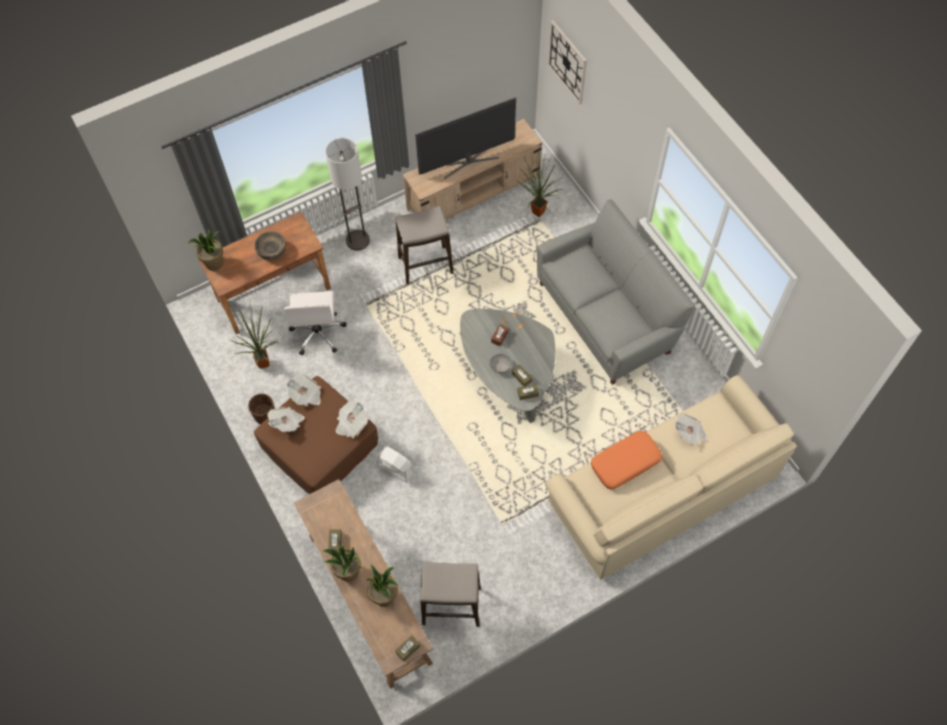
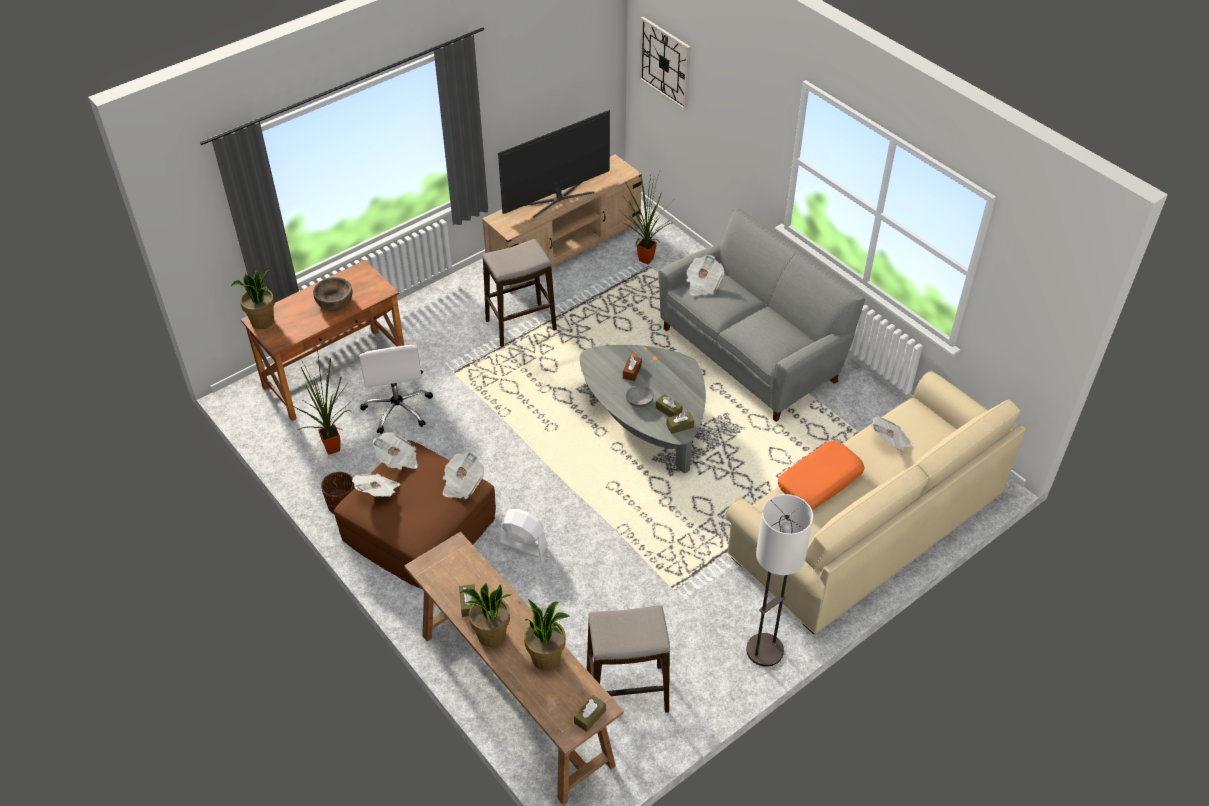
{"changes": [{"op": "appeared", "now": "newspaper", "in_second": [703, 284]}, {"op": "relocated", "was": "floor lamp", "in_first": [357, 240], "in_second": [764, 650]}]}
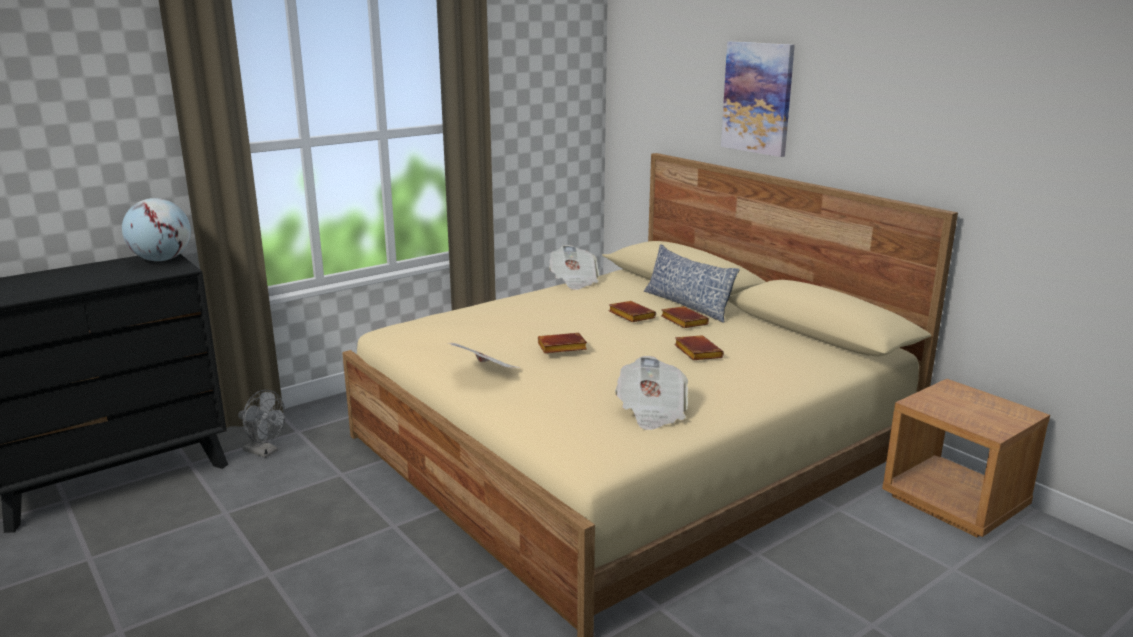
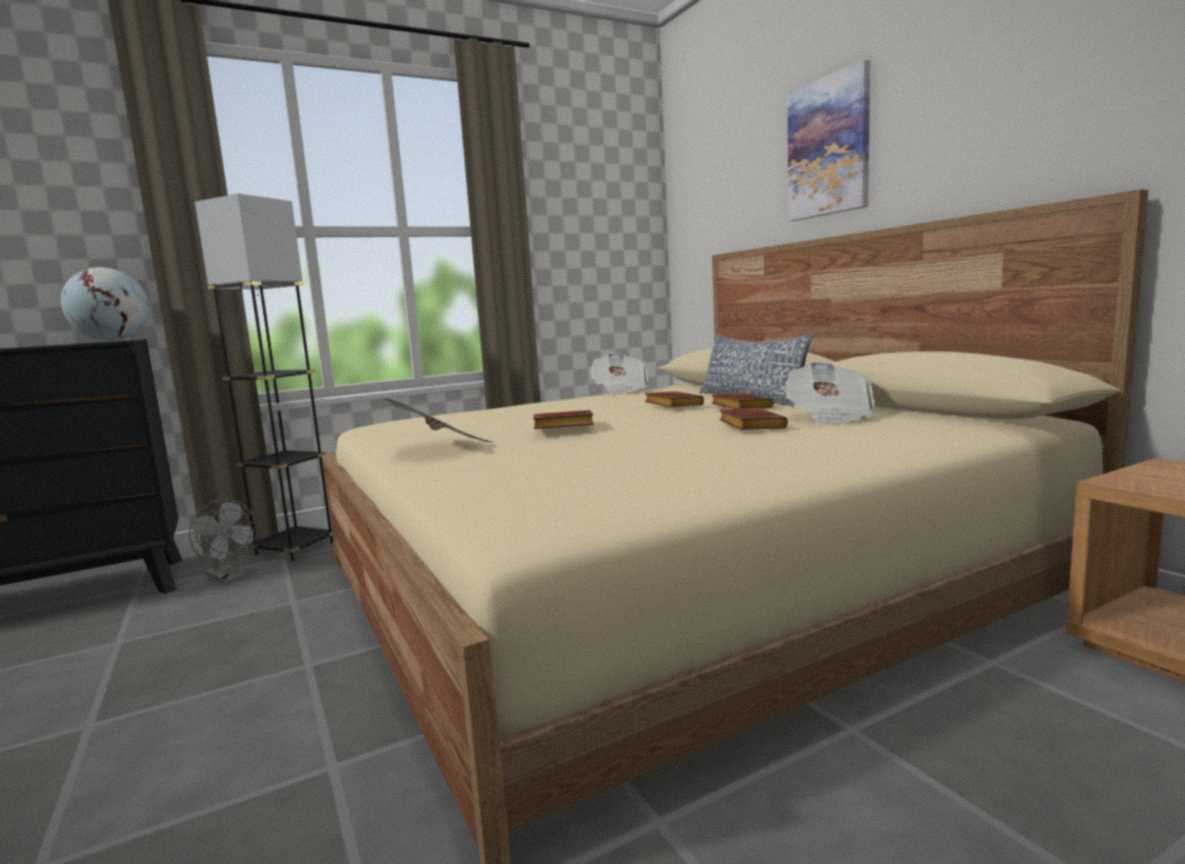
{"changes": [{"op": "appeared", "now": "grey floor lamp", "in_second": [295, 548]}, {"op": "relocated", "was": "newspaper", "in_first": [651, 412], "in_second": [828, 417]}]}
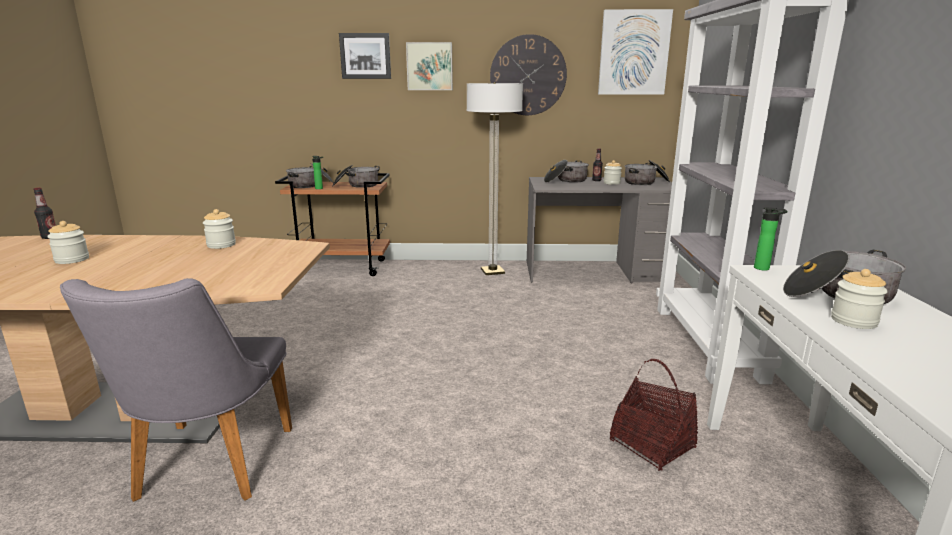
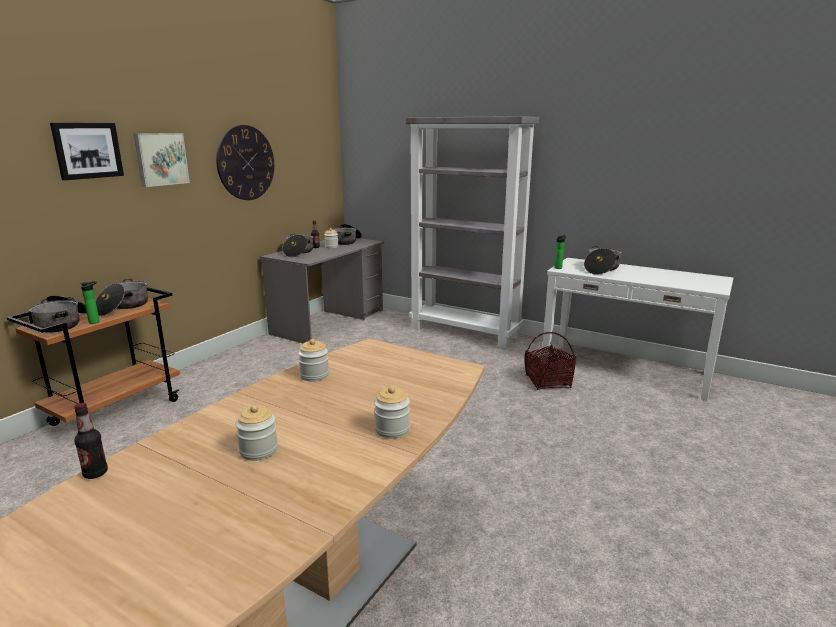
{"changes": [{"op": "relocated", "was": "jar", "in_first": [853, 321], "in_second": [392, 429]}, {"op": "missing", "was": "grey chair", "in_first": [208, 471]}, {"op": "missing", "was": "floor lamp", "in_first": [492, 271]}, {"op": "missing", "was": "picture", "in_first": [633, 53]}]}
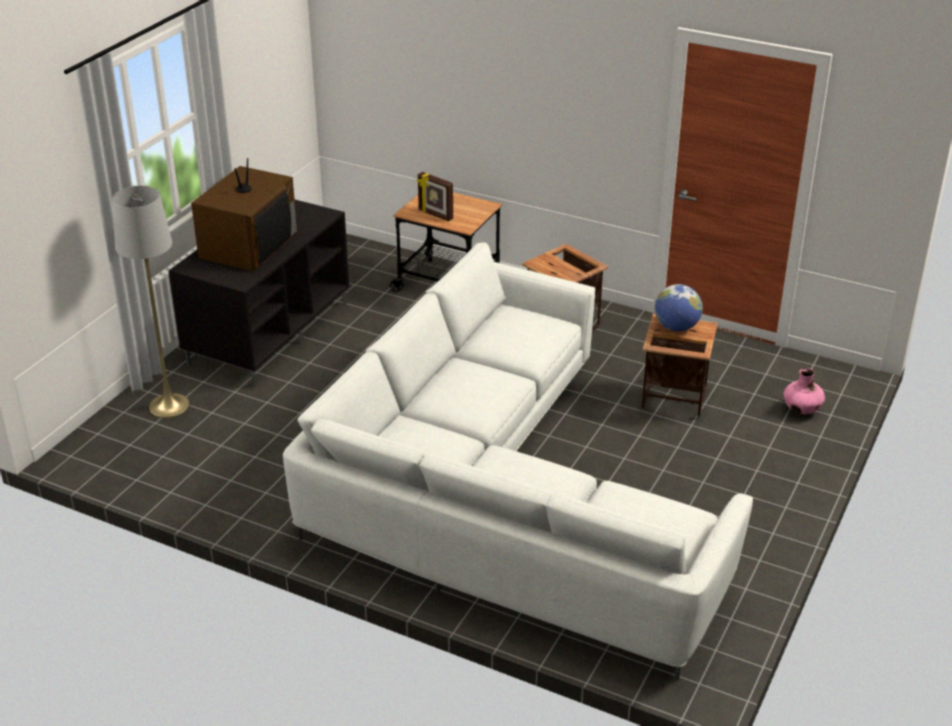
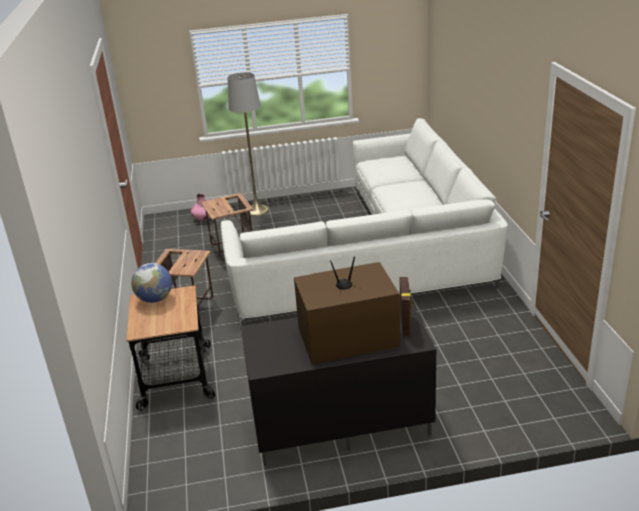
{"changes": [{"op": "relocated", "was": "globe", "in_first": [676, 327], "in_second": [155, 299]}, {"op": "relocated", "was": "grey floor lamp", "in_first": [169, 406], "in_second": [256, 210]}, {"op": "relocated", "was": "picture frame", "in_first": [435, 215], "in_second": [406, 324]}]}
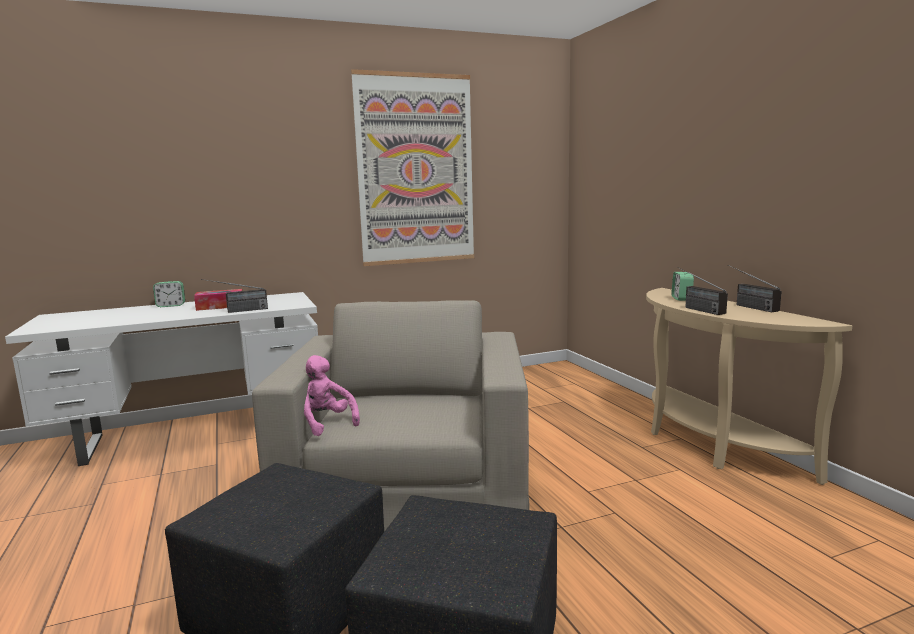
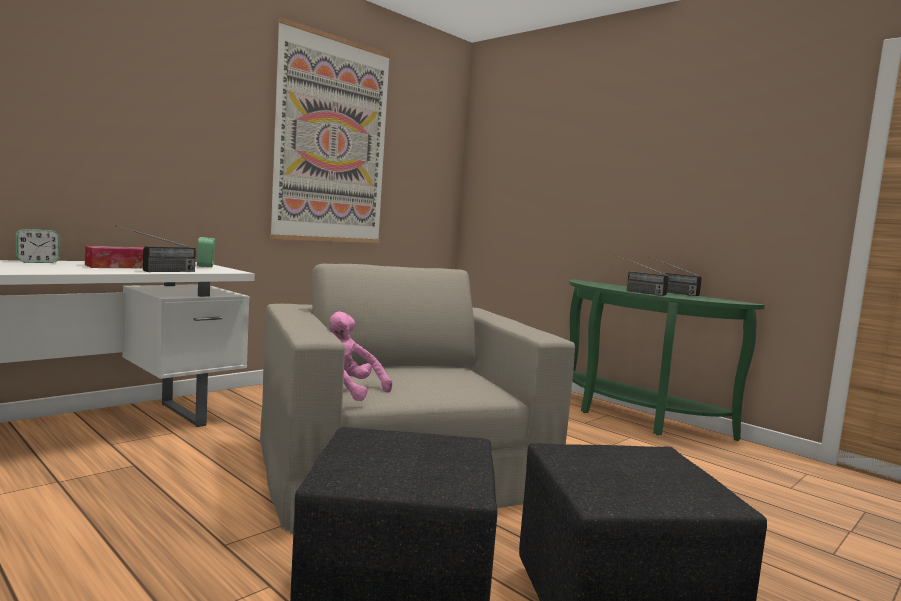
{"changes": [{"op": "relocated", "was": "alarm clock", "in_first": [681, 299], "in_second": [205, 266]}, {"op": "colour", "was": "beige console table", "now": "green console table", "in_first": [708, 443], "in_second": [632, 417]}]}
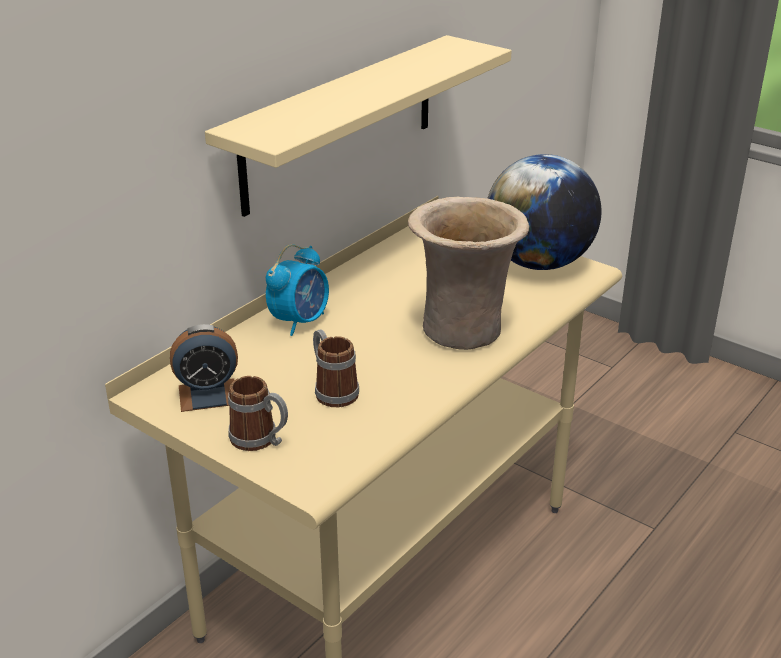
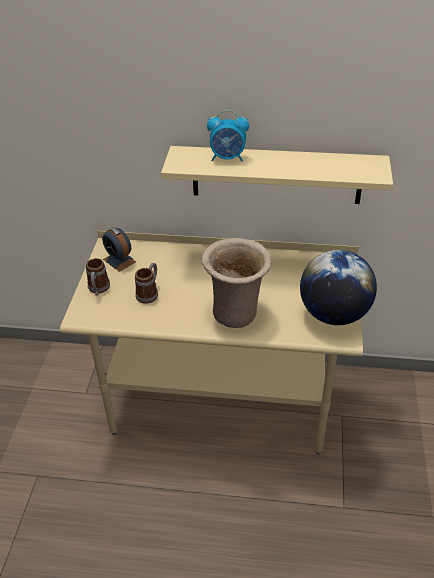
{"changes": [{"op": "relocated", "was": "alarm clock", "in_first": [300, 321], "in_second": [228, 158]}]}
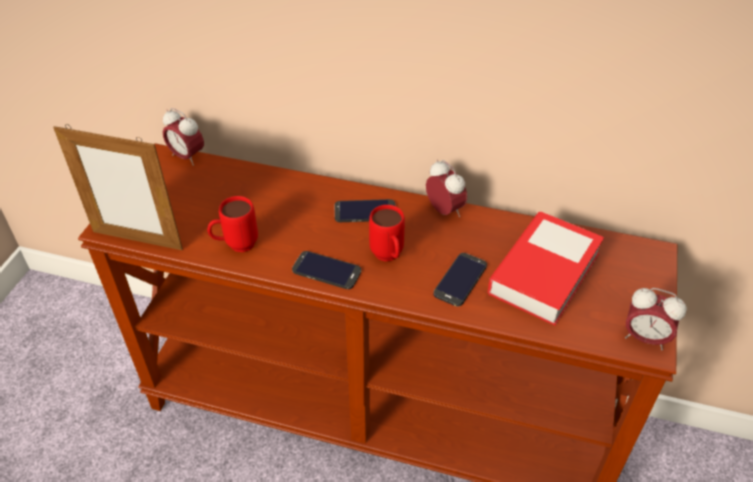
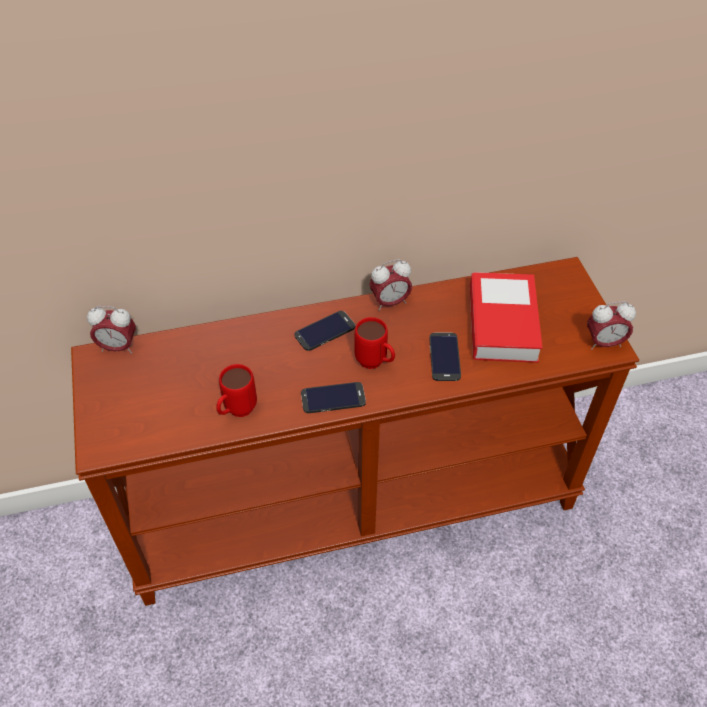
{"changes": [{"op": "spun", "was": "alarm clock", "in_first": [444, 211], "in_second": [390, 302], "clockwise": 135}, {"op": "missing", "was": "picture frame", "in_first": [137, 240]}]}
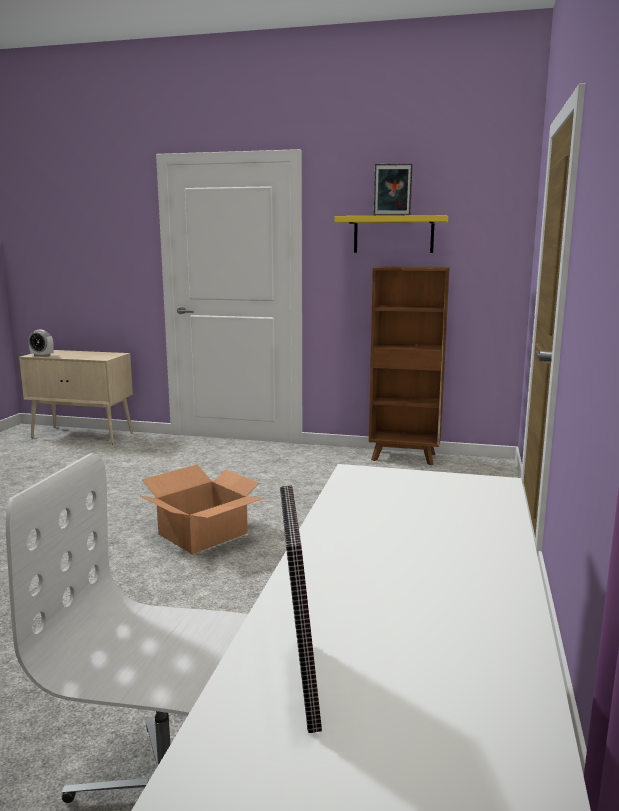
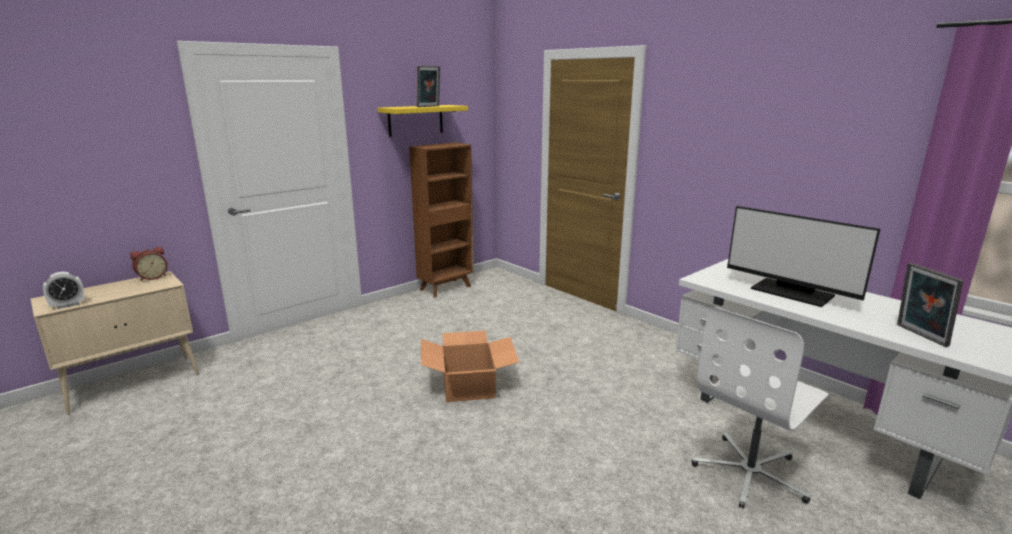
{"changes": [{"op": "appeared", "now": "alarm clock", "in_second": [152, 277]}, {"op": "appeared", "now": "monitor", "in_second": [791, 292]}, {"op": "spun", "was": "picture frame", "in_first": [299, 683], "in_second": [919, 335], "clockwise": 45}]}
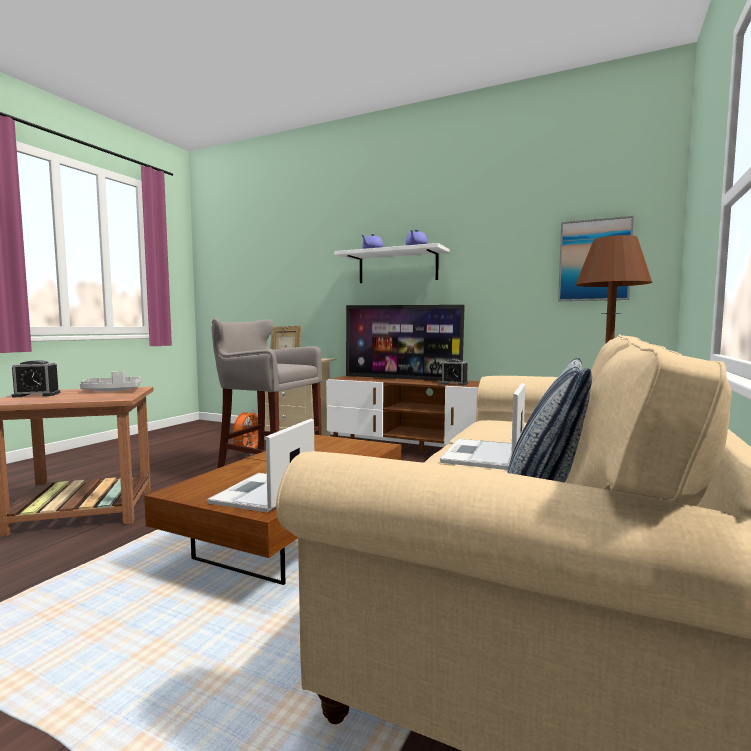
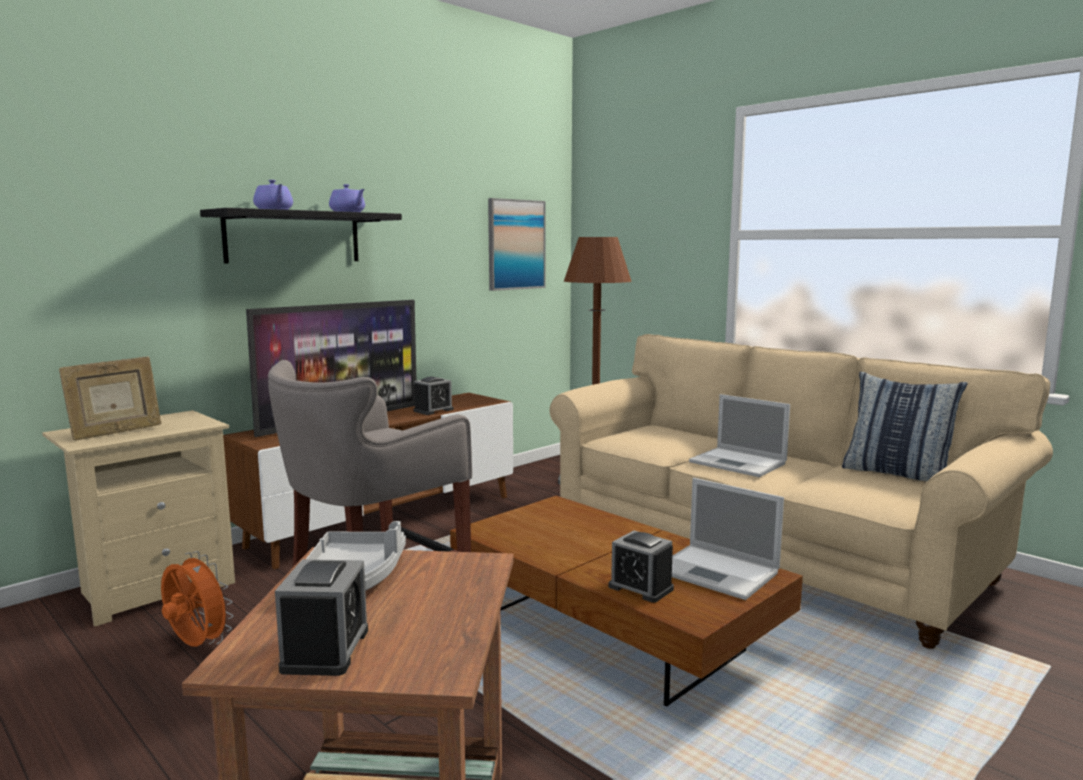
{"changes": [{"op": "colour", "was": "white shelf", "now": "black shelf", "in_first": [397, 267], "in_second": [293, 237]}, {"op": "appeared", "now": "alarm clock", "in_second": [640, 588]}]}
